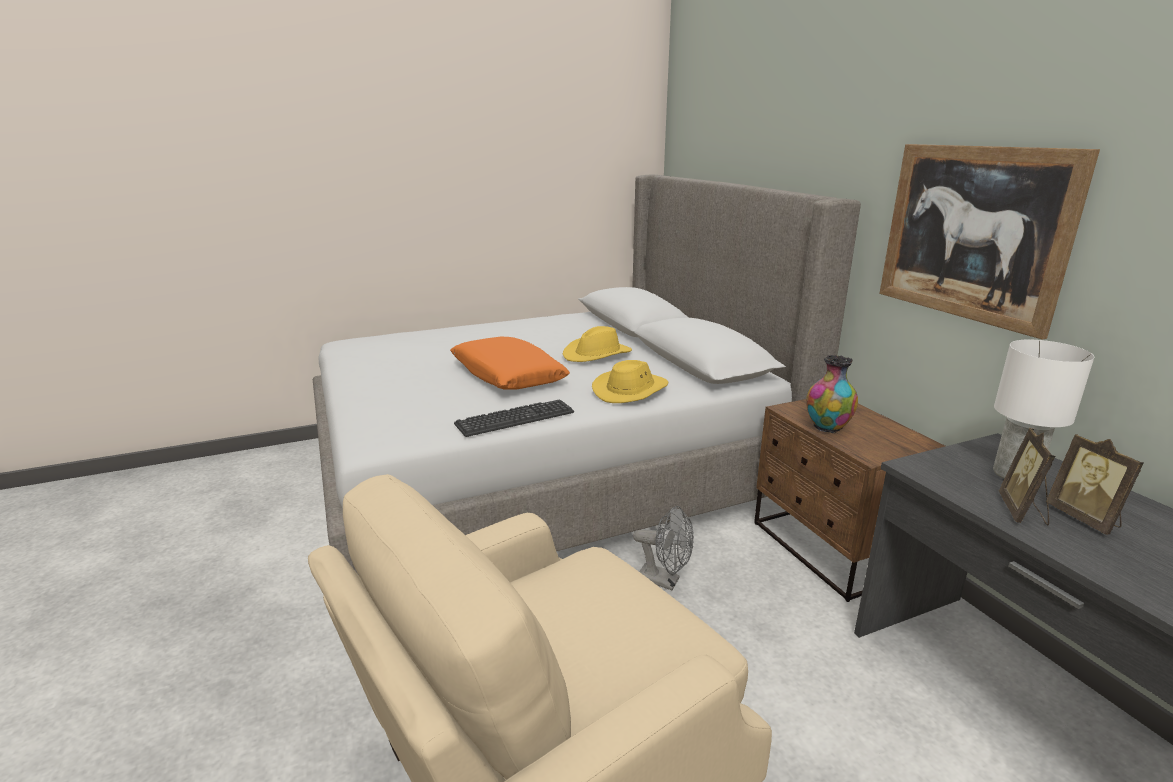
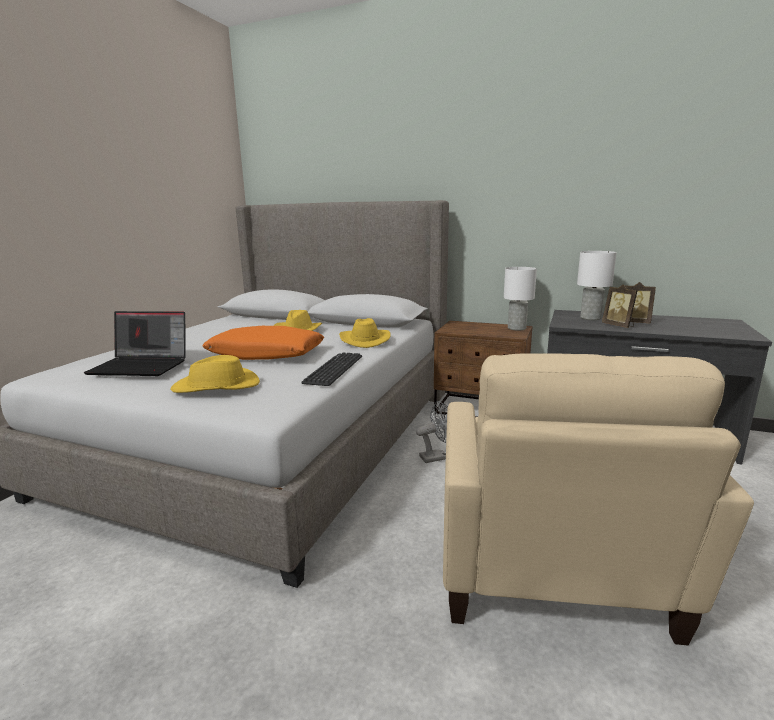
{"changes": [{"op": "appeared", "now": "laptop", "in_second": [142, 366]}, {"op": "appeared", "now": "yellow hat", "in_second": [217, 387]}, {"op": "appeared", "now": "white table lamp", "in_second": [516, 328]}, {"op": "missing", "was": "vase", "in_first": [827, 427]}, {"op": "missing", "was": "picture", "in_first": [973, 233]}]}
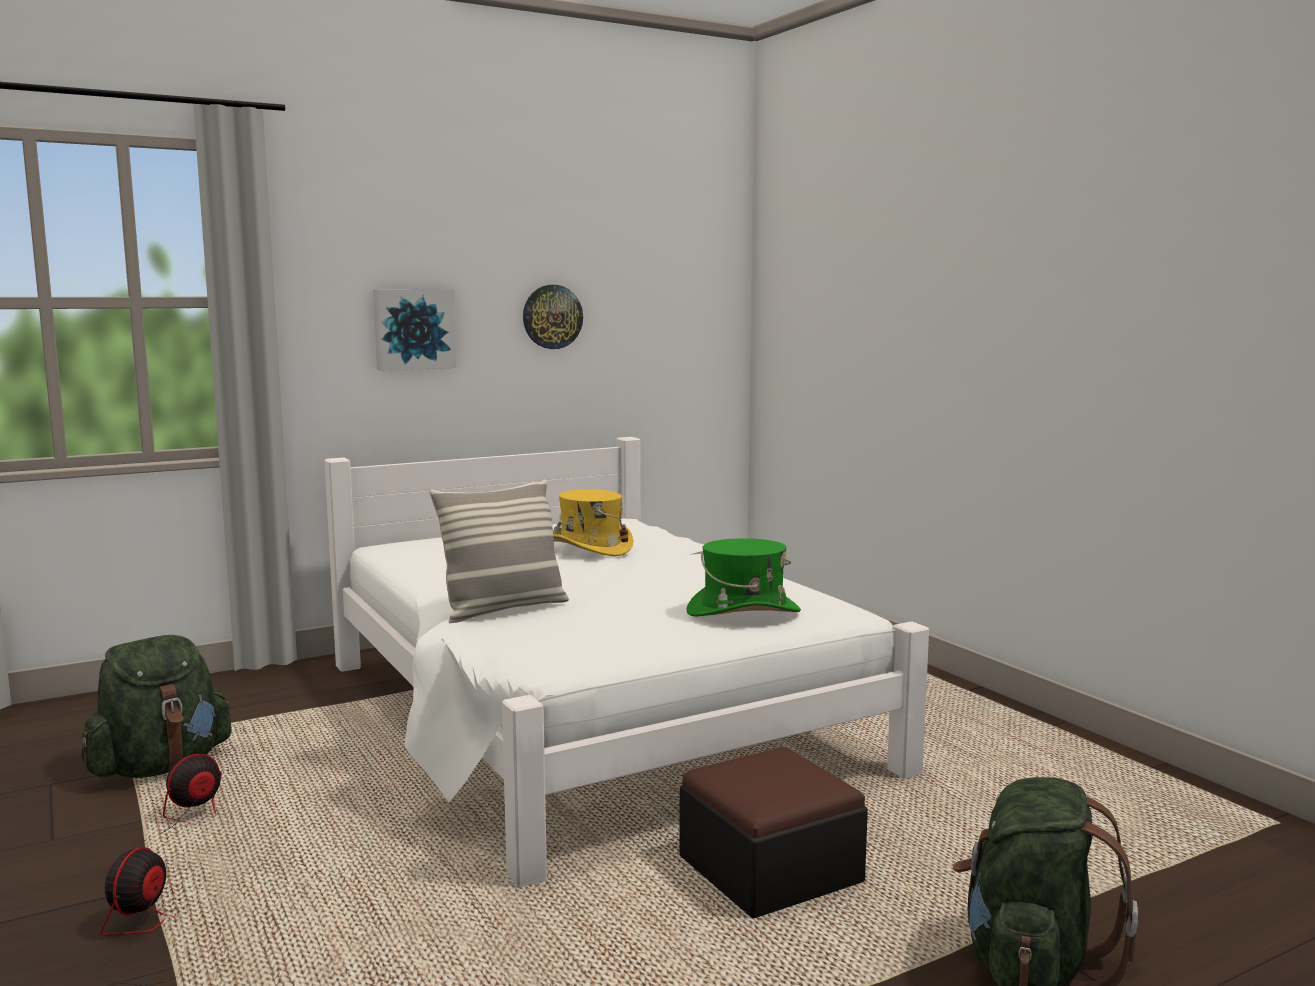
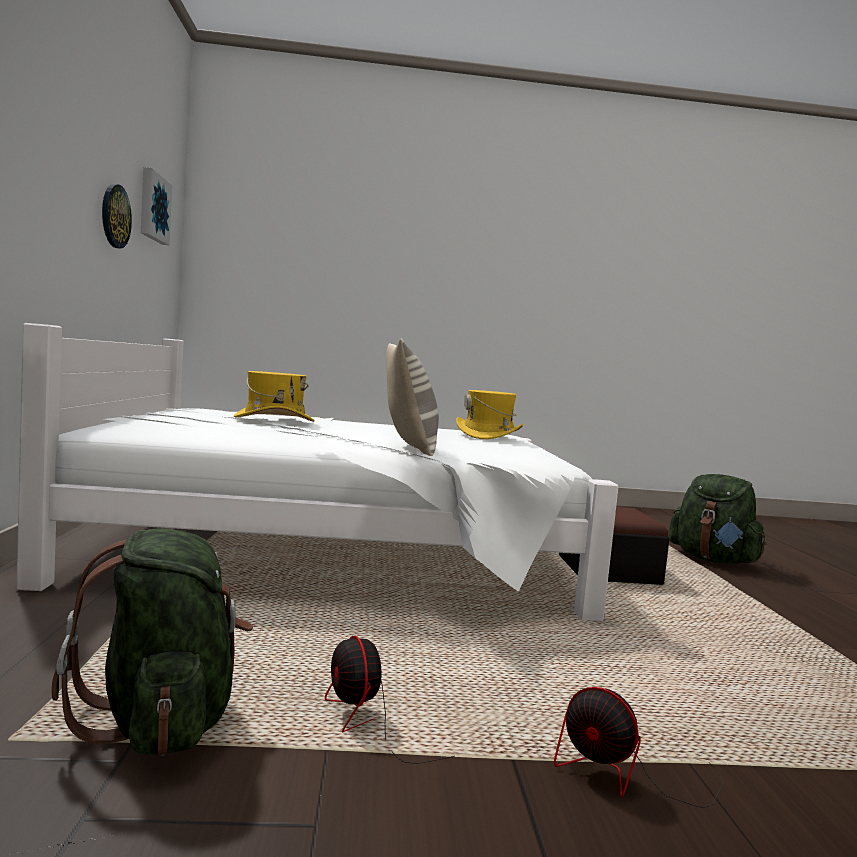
{"changes": [{"op": "relocated", "was": "picture", "in_first": [414, 329], "in_second": [153, 207]}, {"op": "colour", "was": "green hat", "now": "yellow hat", "in_first": [743, 611], "in_second": [488, 436]}]}
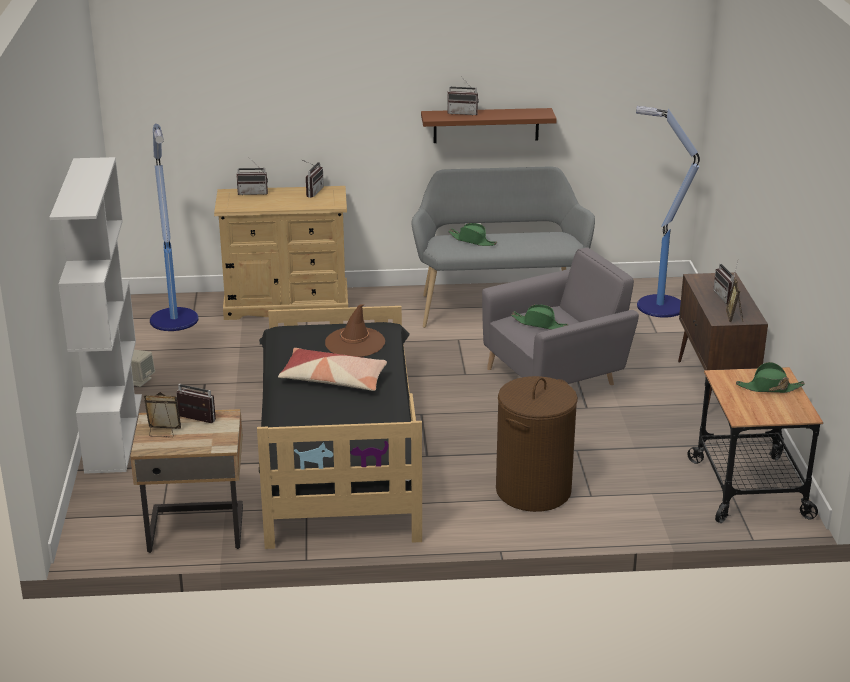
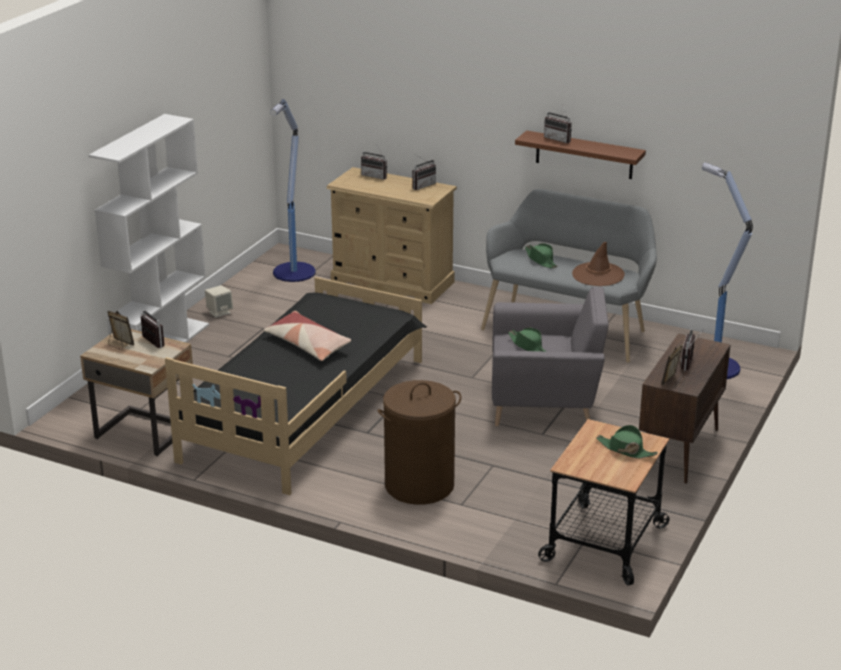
{"changes": [{"op": "relocated", "was": "brown hat", "in_first": [355, 343], "in_second": [598, 275]}]}
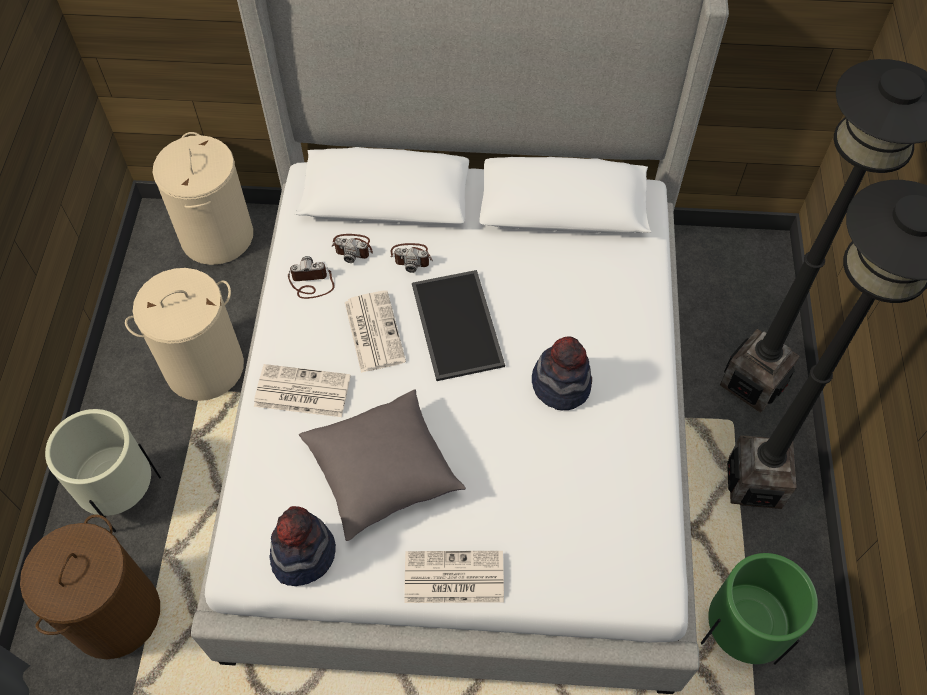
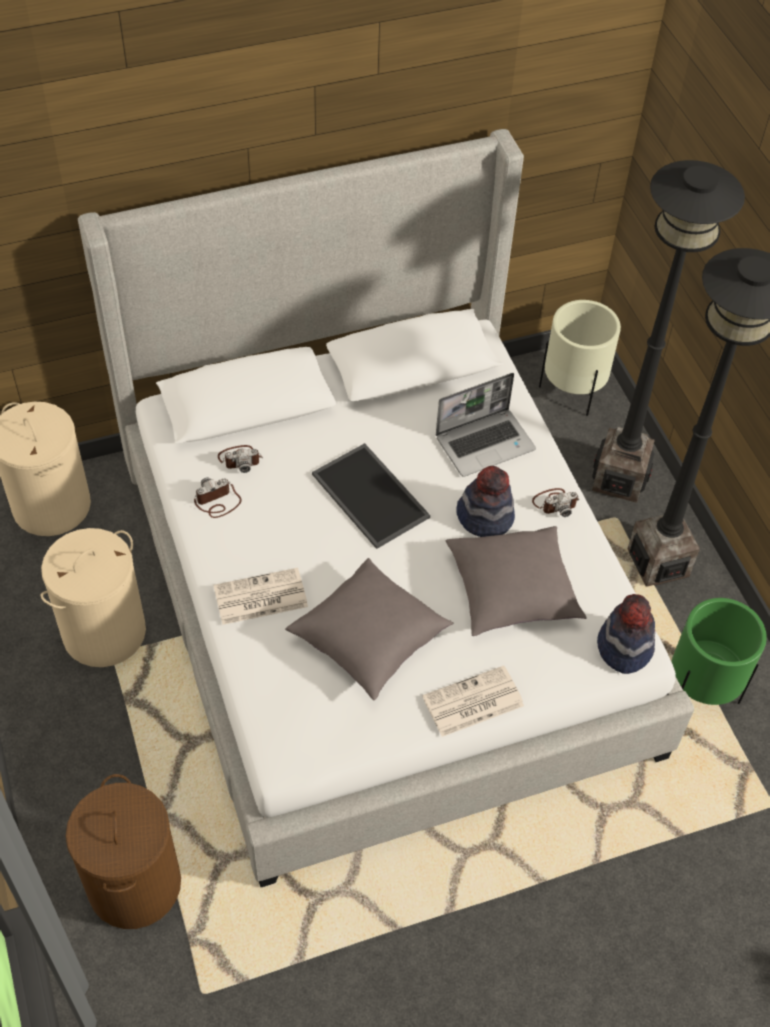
{"changes": [{"op": "appeared", "now": "laptop", "in_second": [485, 442]}, {"op": "appeared", "now": "grey pillow", "in_second": [512, 593]}, {"op": "relocated", "was": "photo camera", "in_first": [412, 257], "in_second": [555, 503]}, {"op": "relocated", "was": "beige planter", "in_first": [122, 494], "in_second": [572, 391]}, {"op": "relocated", "was": "hat", "in_first": [302, 554], "in_second": [624, 647]}, {"op": "missing", "was": "newspaper", "in_first": [373, 331]}]}
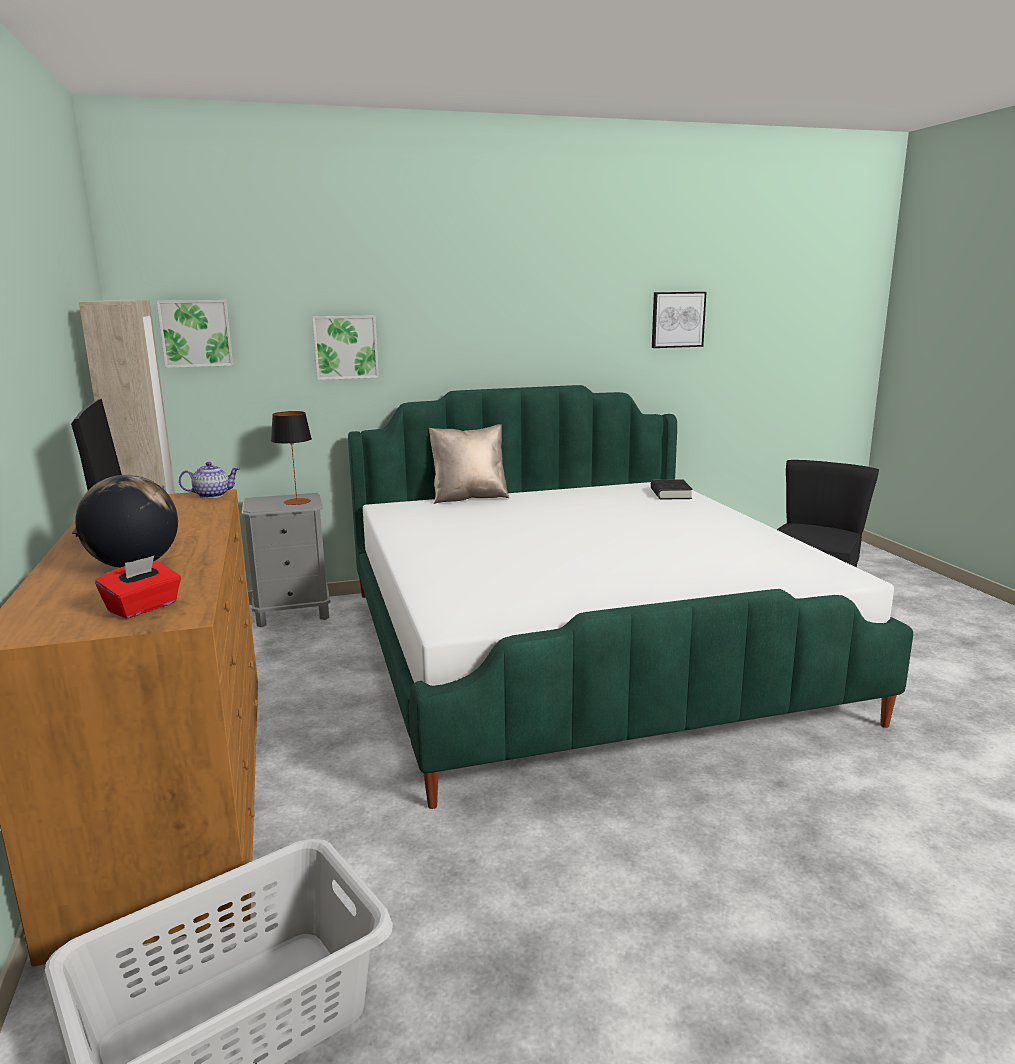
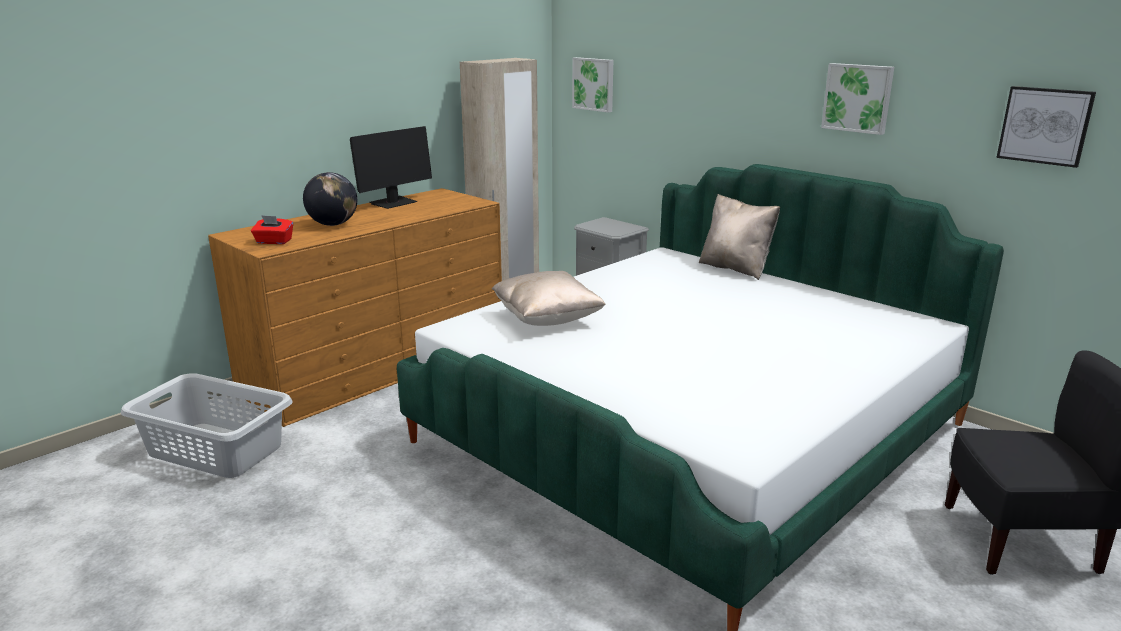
{"changes": [{"op": "appeared", "now": "beige pillow", "in_second": [547, 319]}, {"op": "relocated", "was": "picture", "in_first": [345, 347], "in_second": [858, 98]}, {"op": "missing", "was": "teapot", "in_first": [212, 495]}, {"op": "missing", "was": "table lamp", "in_first": [296, 501]}, {"op": "missing", "was": "black book", "in_first": [670, 494]}]}
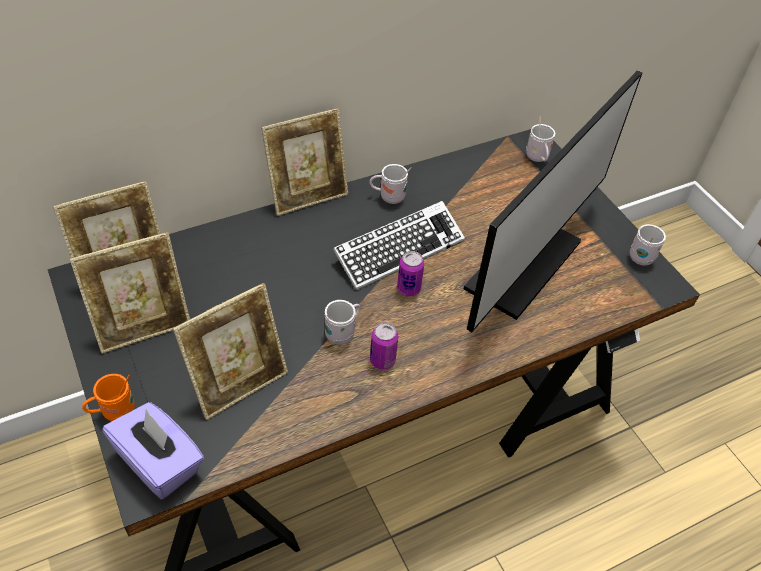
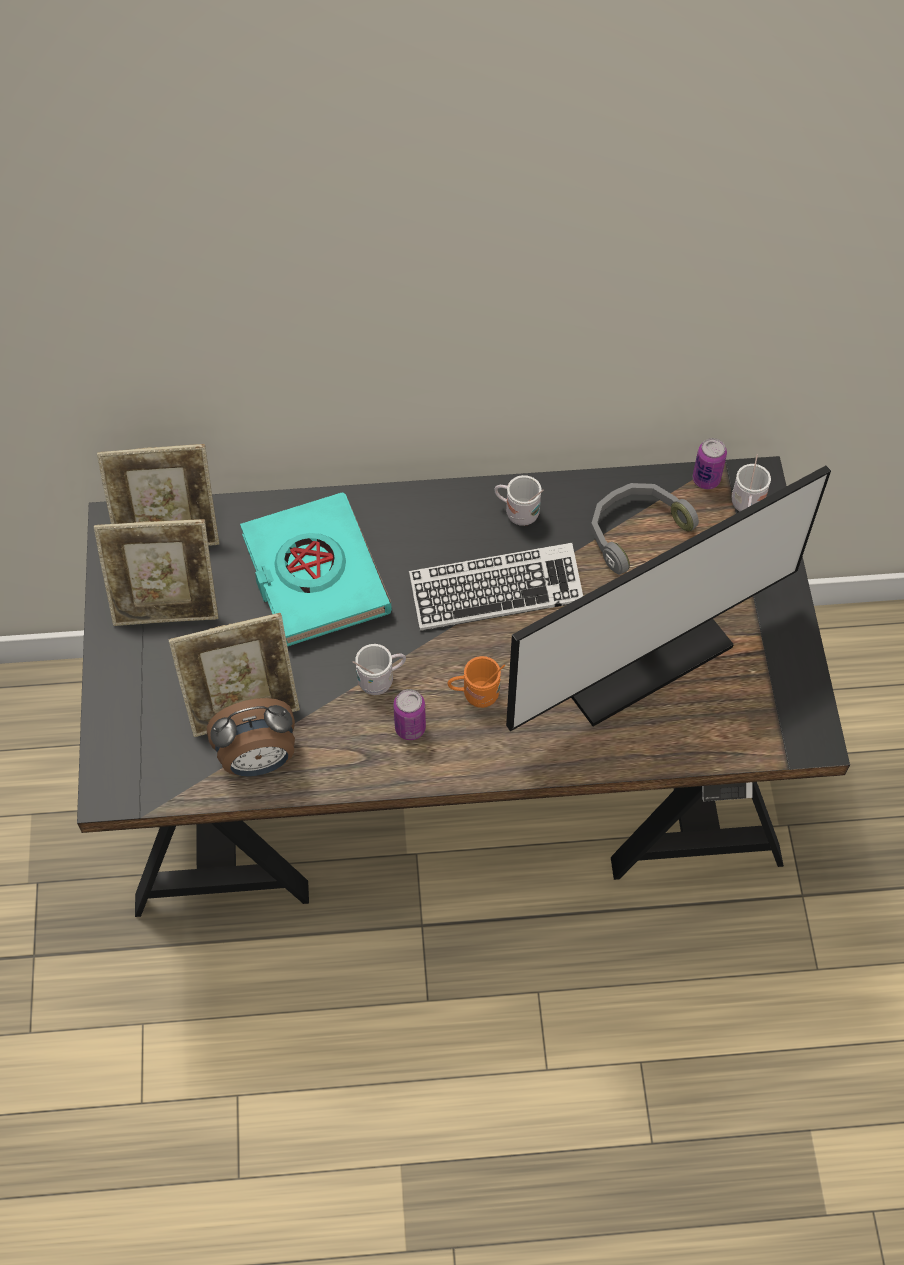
{"changes": [{"op": "appeared", "now": "alarm clock", "in_second": [258, 760]}, {"op": "appeared", "now": "turquoise book", "in_second": [314, 575]}, {"op": "relocated", "was": "orange mug", "in_first": [114, 412], "in_second": [475, 695]}, {"op": "appeared", "now": "grey headphones", "in_second": [634, 530]}, {"op": "relocated", "was": "can", "in_first": [408, 288], "in_second": [706, 479]}, {"op": "missing", "was": "purple tissue box", "in_first": [160, 463]}, {"op": "missing", "was": "picture frame", "in_first": [307, 195]}, {"op": "missing", "was": "white mug", "in_first": [641, 255]}]}
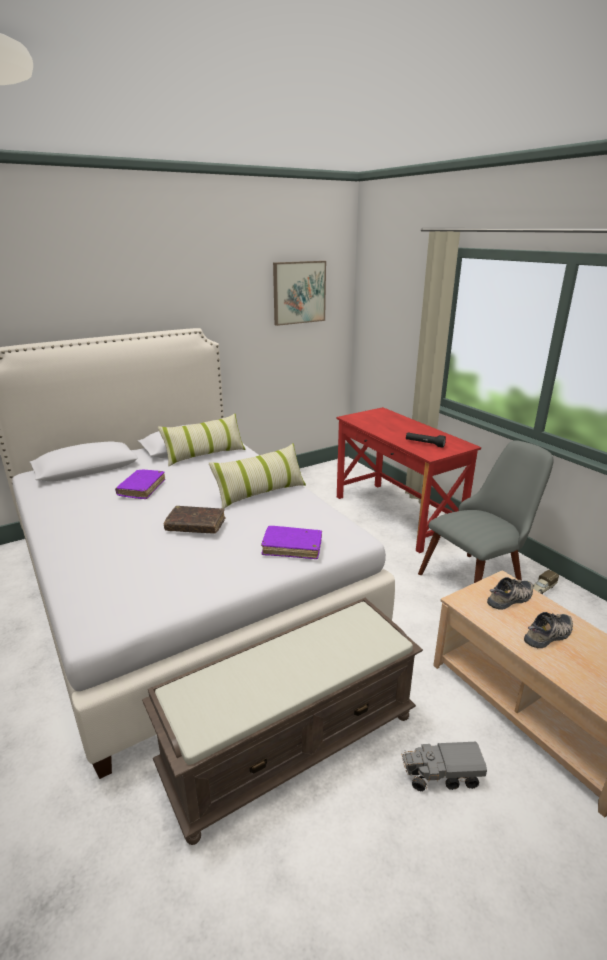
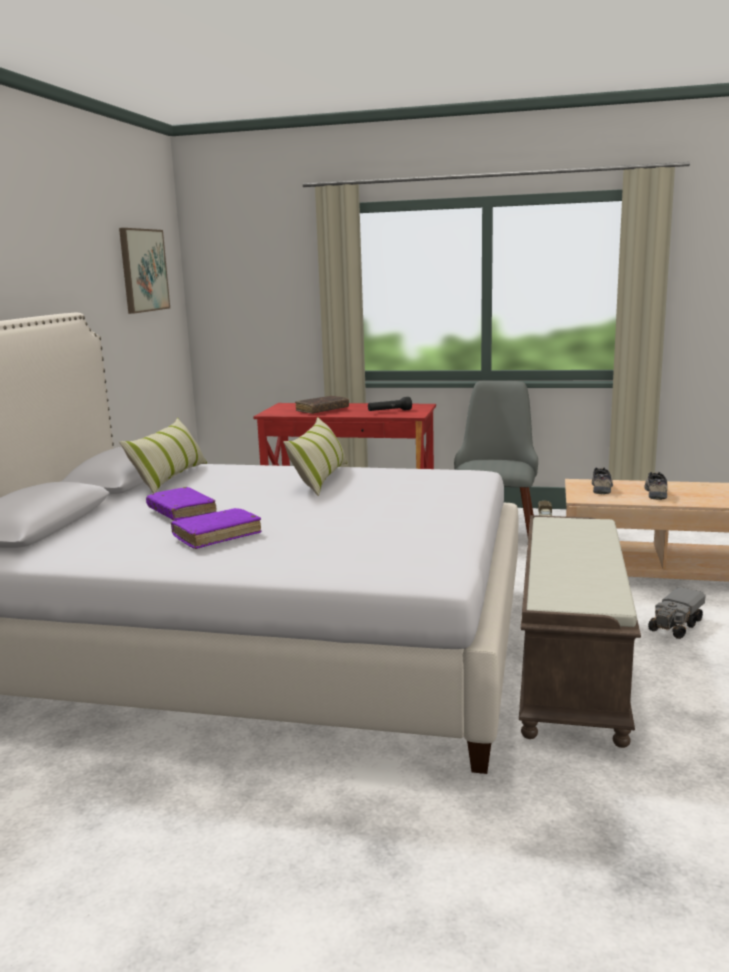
{"changes": [{"op": "relocated", "was": "purple book", "in_first": [292, 547], "in_second": [217, 536]}, {"op": "relocated", "was": "brown book", "in_first": [195, 525], "in_second": [322, 410]}]}
